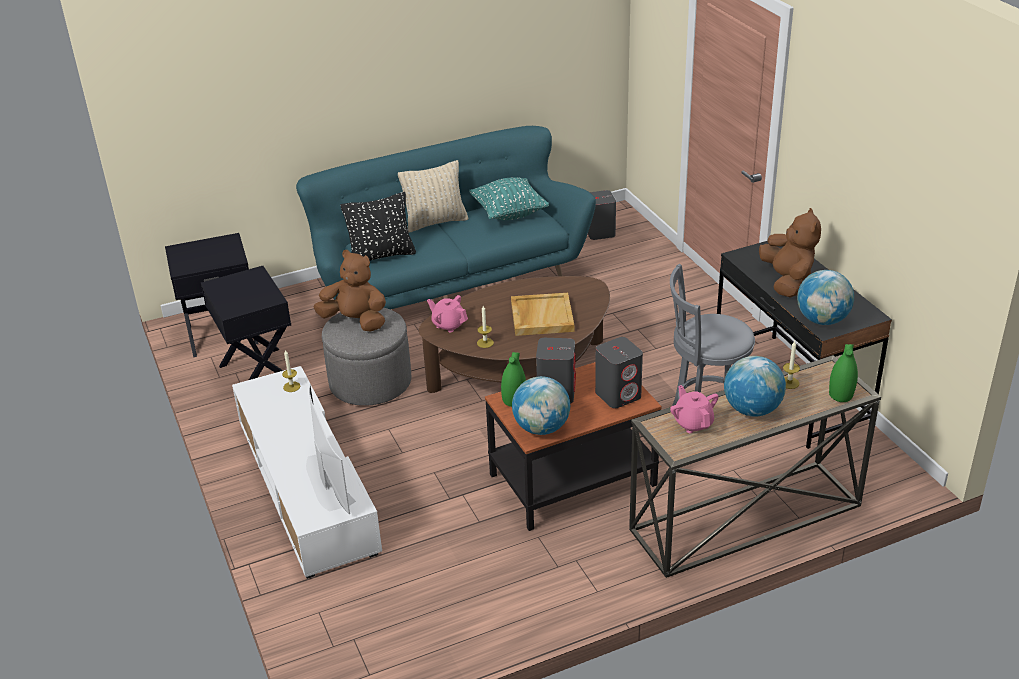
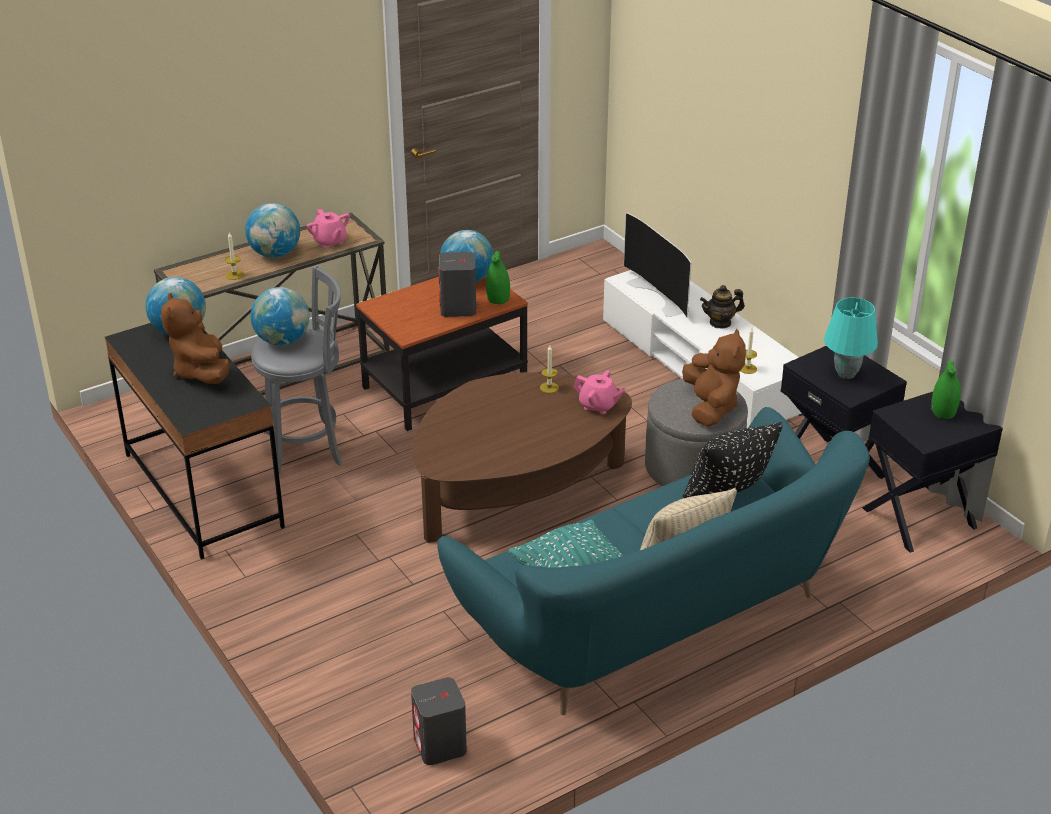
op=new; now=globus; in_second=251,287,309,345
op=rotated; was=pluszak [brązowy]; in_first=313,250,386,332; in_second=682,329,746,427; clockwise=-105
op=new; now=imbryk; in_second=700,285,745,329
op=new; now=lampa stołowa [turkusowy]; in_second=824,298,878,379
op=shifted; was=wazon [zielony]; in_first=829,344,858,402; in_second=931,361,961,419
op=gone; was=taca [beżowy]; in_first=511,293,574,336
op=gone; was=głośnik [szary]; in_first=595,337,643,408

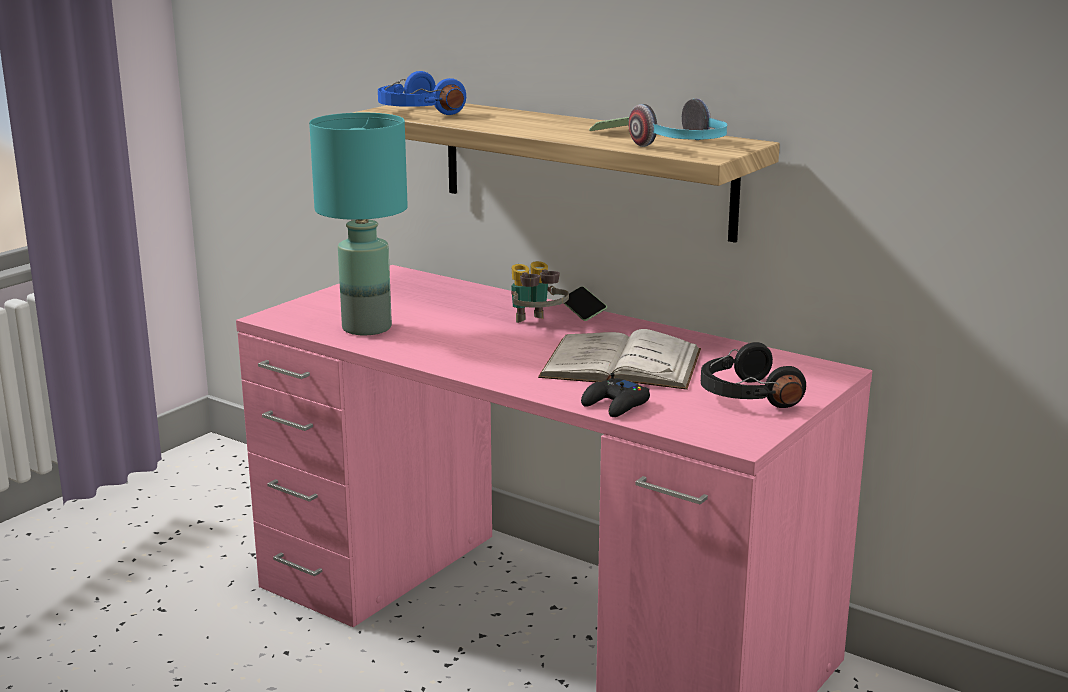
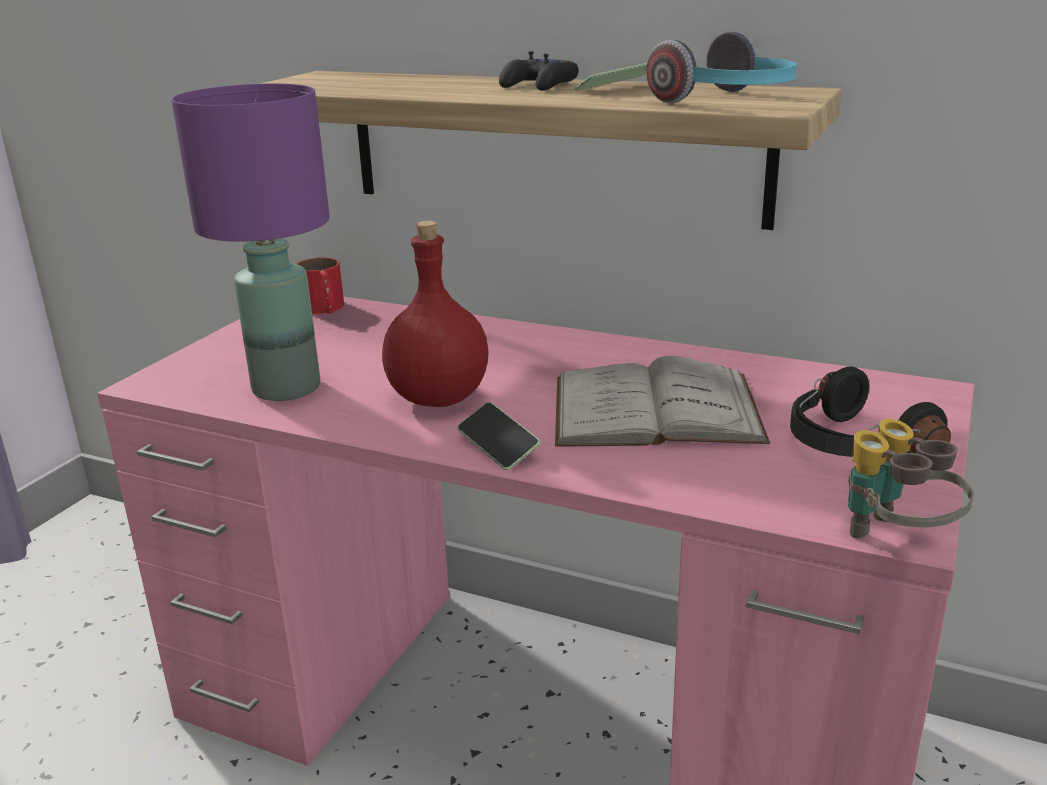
op=repainted; was=lampa stołowa [turkusowy]; now=lampa stołowa [fioletowy]; in_first=309,113,408,335; in_second=171,84,330,401
op=new; now=kubek [czerwony]; in_second=296,257,344,314
op=new; now=butelka [czerwony]; in_second=382,221,489,407
op=shifted; was=telefon; in_first=562,286,607,321; in_second=457,402,540,470
op=shifted; was=pad do gier [czarny]; in_first=581,373,650,417; in_second=499,51,579,91
op=shifted; was=lornetka; in_first=511,261,569,323; in_second=848,419,974,538
op=gone; was=słuchawki [niebieski]; in_first=378,71,466,115

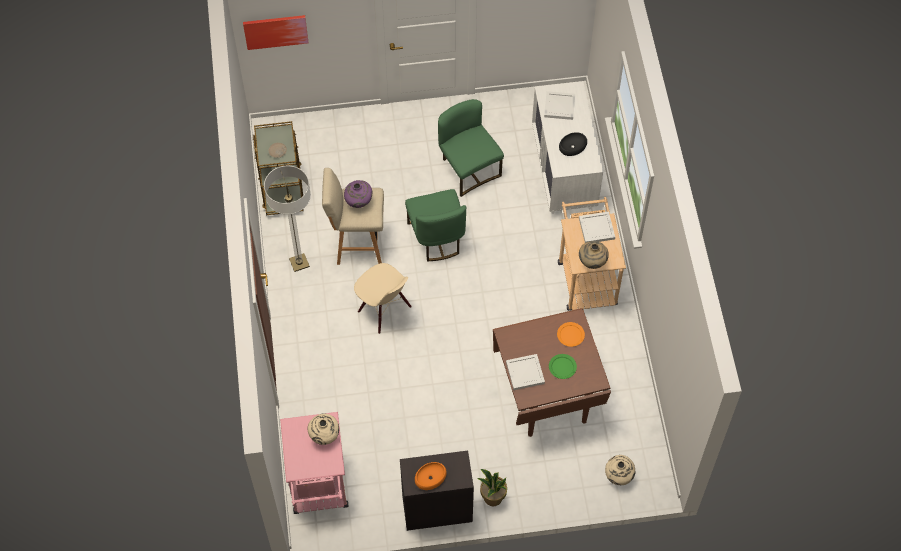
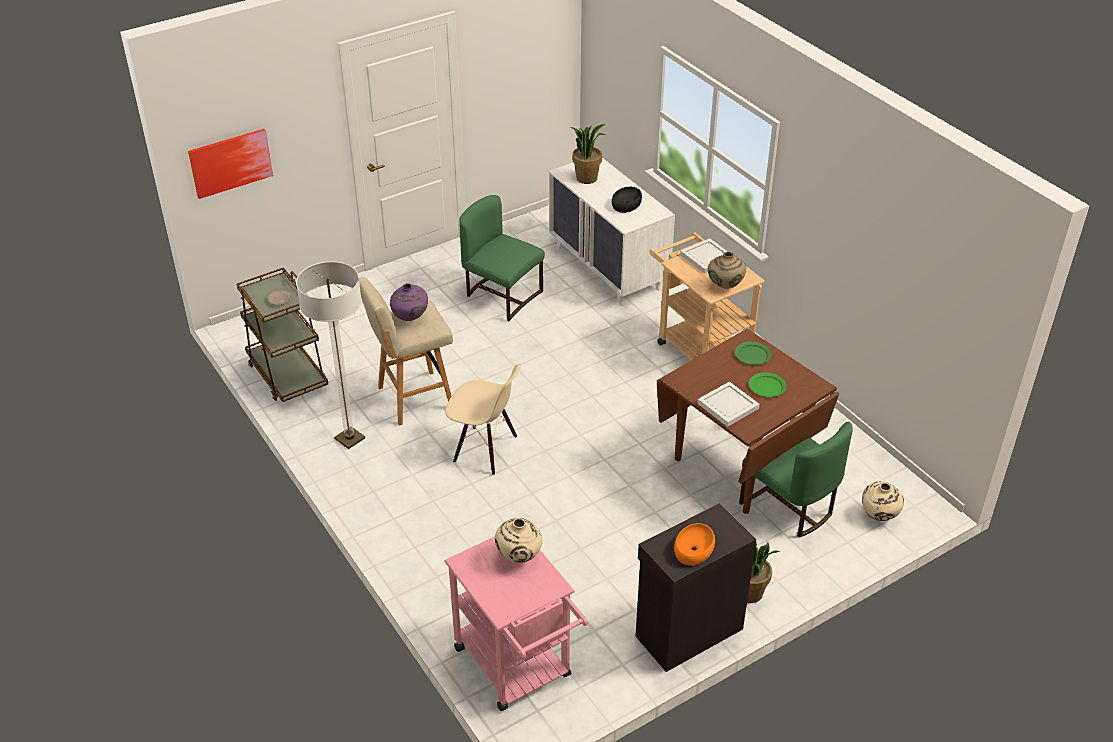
op=swapped; was=taca [biały]; now=roślina doniczkowa; in_first=544,91,575,120; in_second=571,124,605,184
op=repainted; was=talerz [pomarańczowy]; now=talerz [zielony]; in_first=557,322,585,347; in_second=735,341,771,365
op=shifted; was=krzesło [zielony]; in_first=405,189,466,261; in_second=739,422,853,538

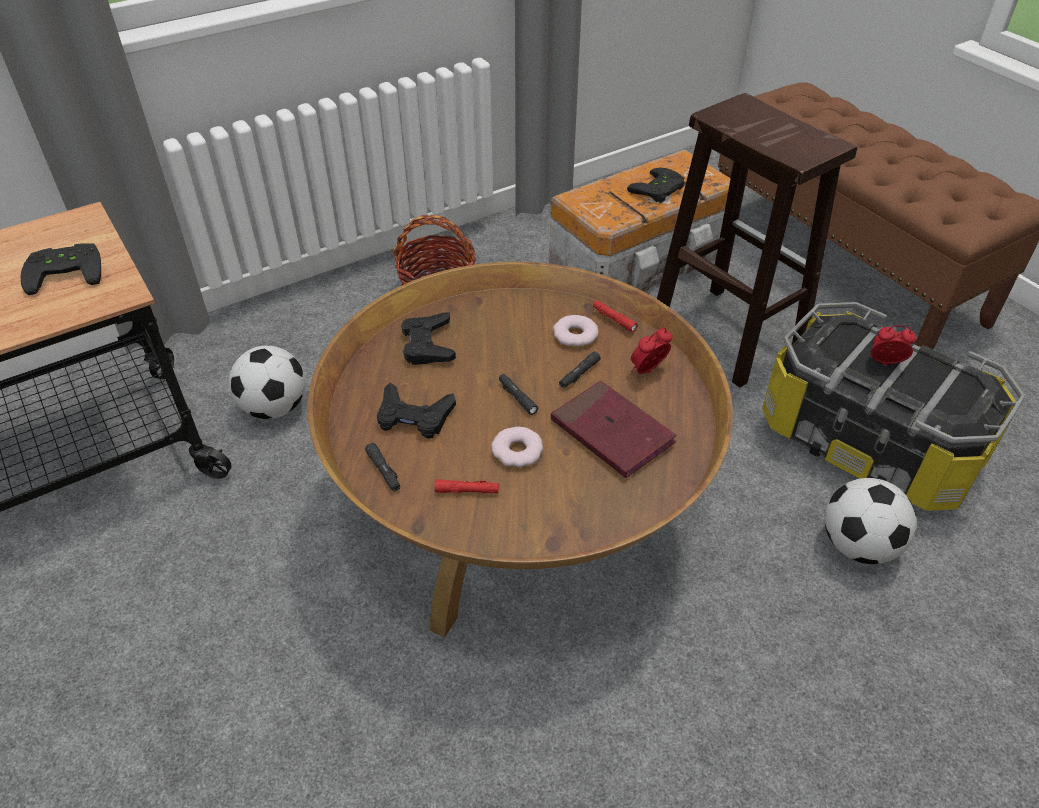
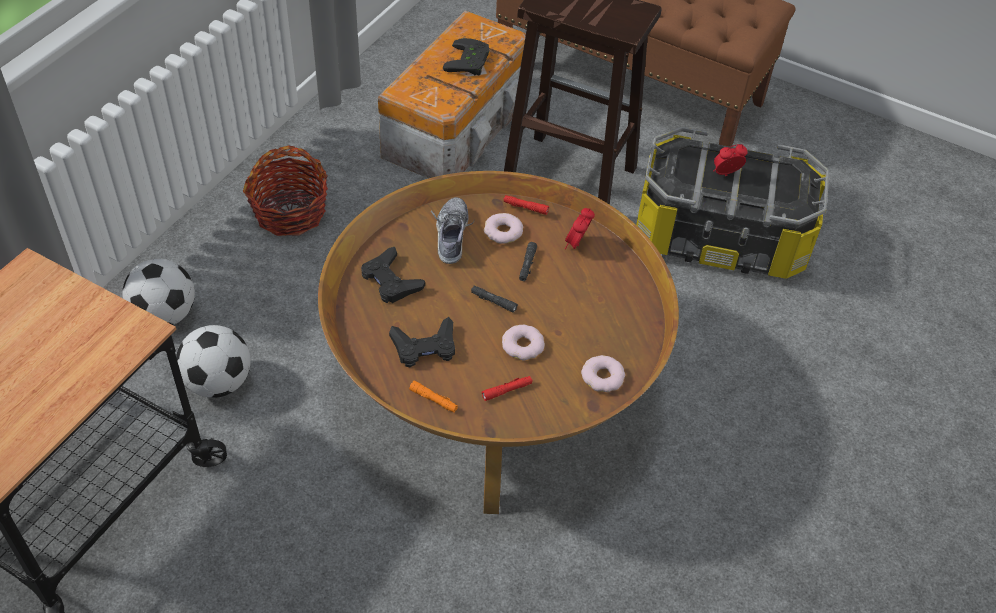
op=shifted; was=piłka futbolowa; in_first=825,478,917,564; in_second=122,259,195,325
op=repainted; was=latarka [czarny]; now=latarka [pomarańczowy]; in_first=365,443,400,492; in_second=409,381,458,413
op=new; now=but; in_second=431,197,474,264
op=new; now=donut; in_second=581,355,625,392
op=gone; was=pad do gier [czarny]; in_first=21,243,101,295
op=gone; was=książka [czerwony]; in_first=551,381,676,478

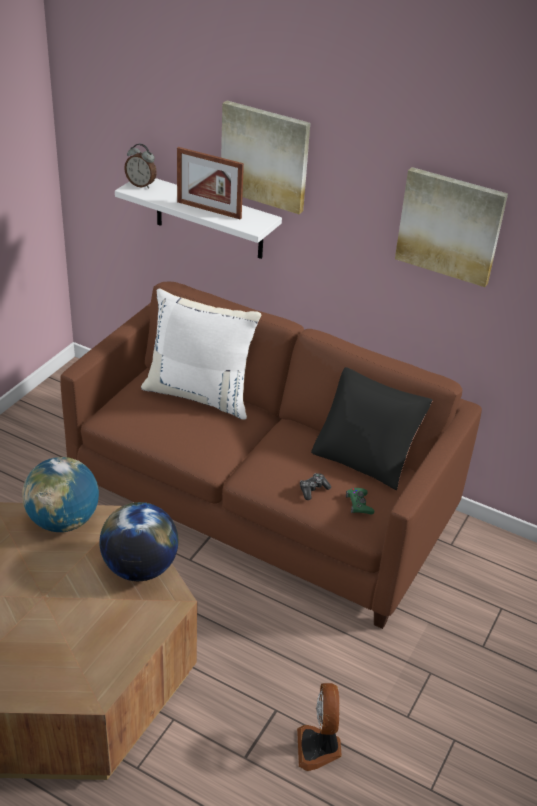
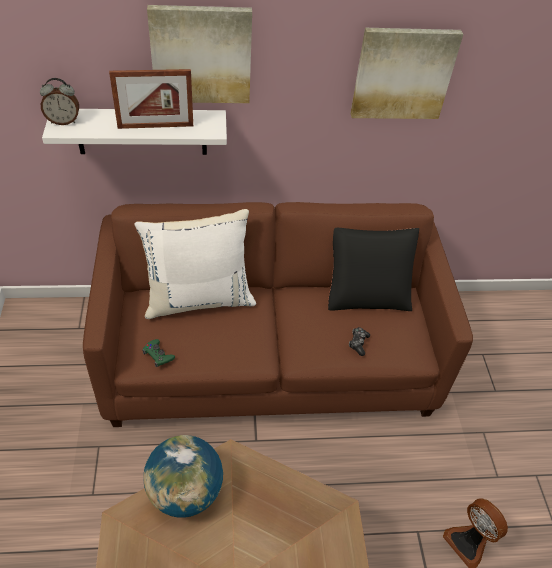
op=shifted; was=pad do gier [zielony]; in_first=346,488,374,514; in_second=142,339,175,367
op=gone; was=globus; in_first=100,502,178,581

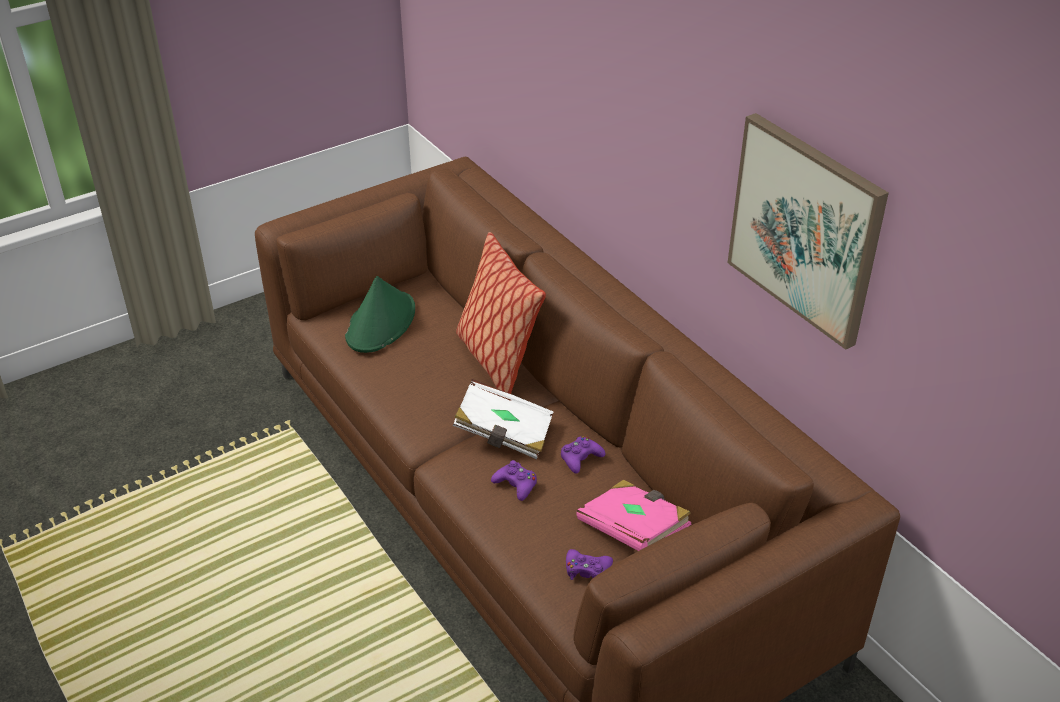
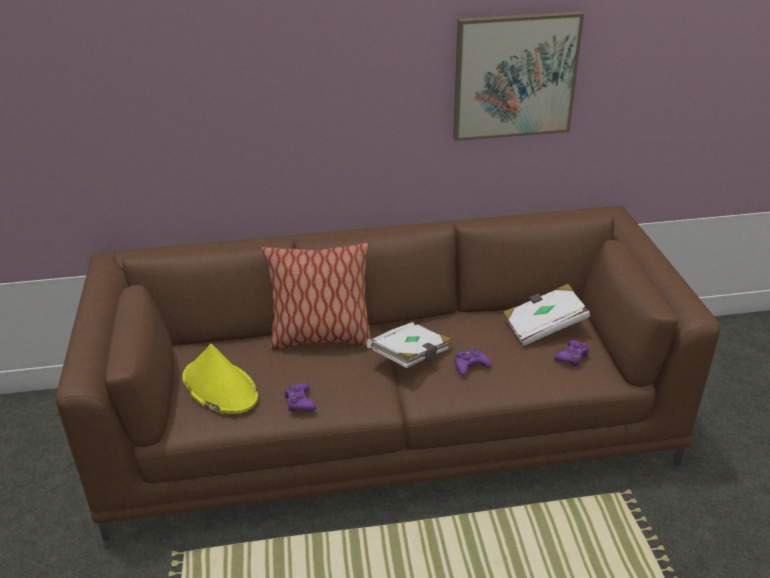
op=repainted; was=kapelusz [zielony]; now=kapelusz [żółty]; in_first=345,276,415,353; in_second=182,344,258,414
op=shifted; was=pad do gier [fioletowy]; in_first=561,436,605,474; in_second=284,383,316,412
op=repainted; was=książka [różowy]; now=książka [biały]; in_first=576,480,692,551; in_second=503,284,590,346

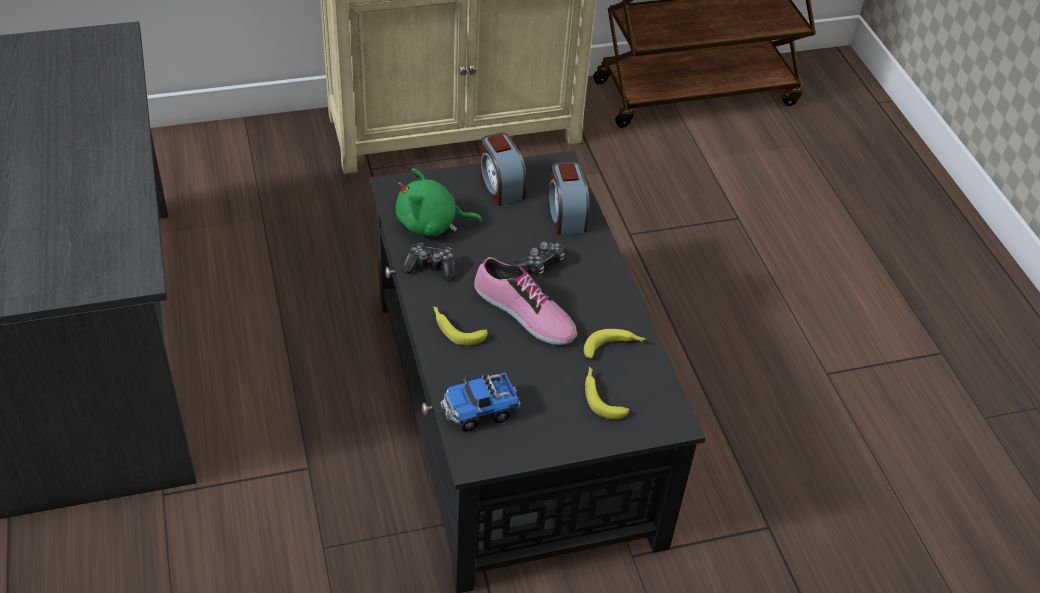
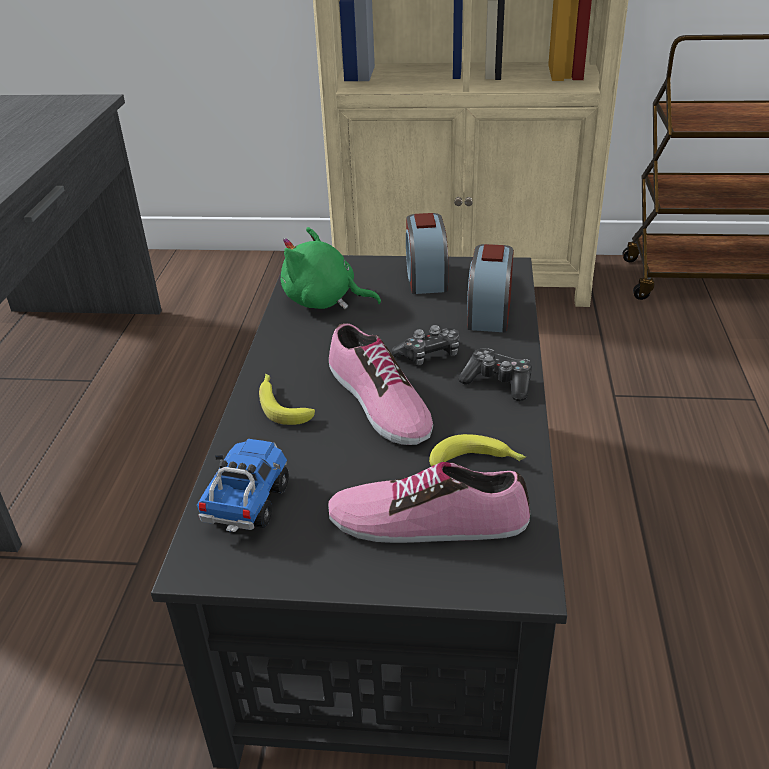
op=rotated; was=ciężarówka zabawkowa; in_first=441,372,520,432; in_second=197,439,289,532; clockwise=105
op=swapped; was=banan; now=but; in_first=585,367,629,419; in_second=328,462,530,543
op=shifted; was=pad do gier; in_first=402,243,455,281; in_second=458,349,532,401

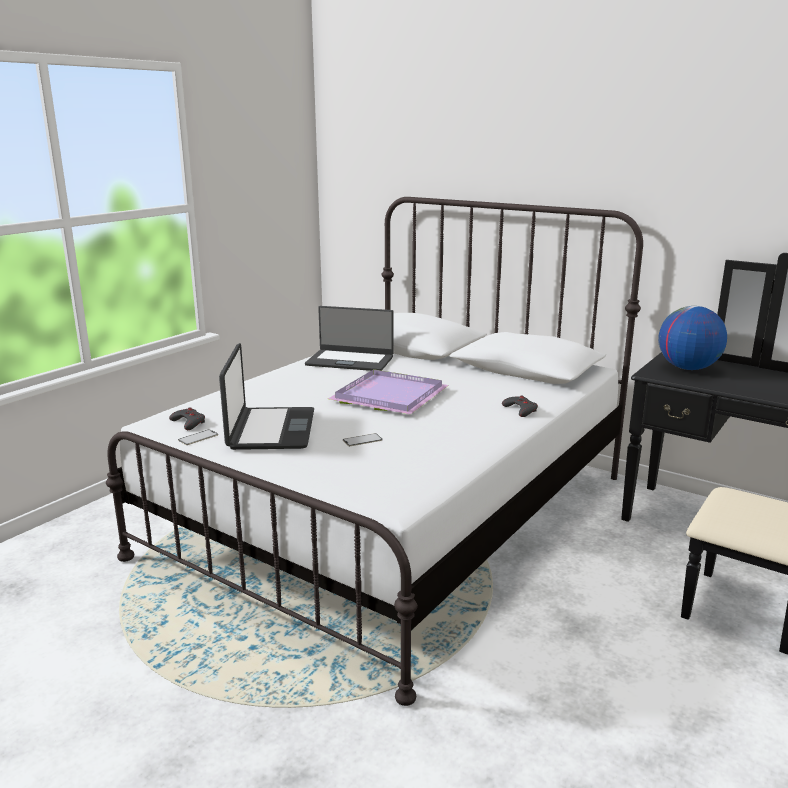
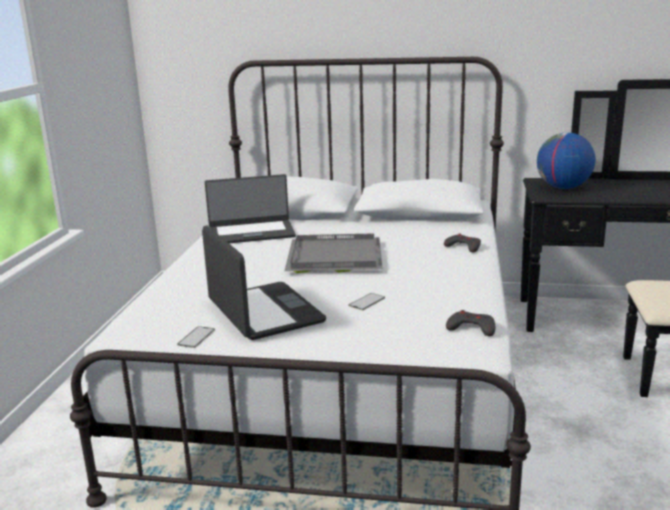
op=repainted; was=taca [fioletowy]; now=taca [szary]; in_first=328,369,449,415; in_second=284,233,383,273
op=shifted; was=pad do gier [szary]; in_first=169,407,205,430; in_second=446,310,495,336

